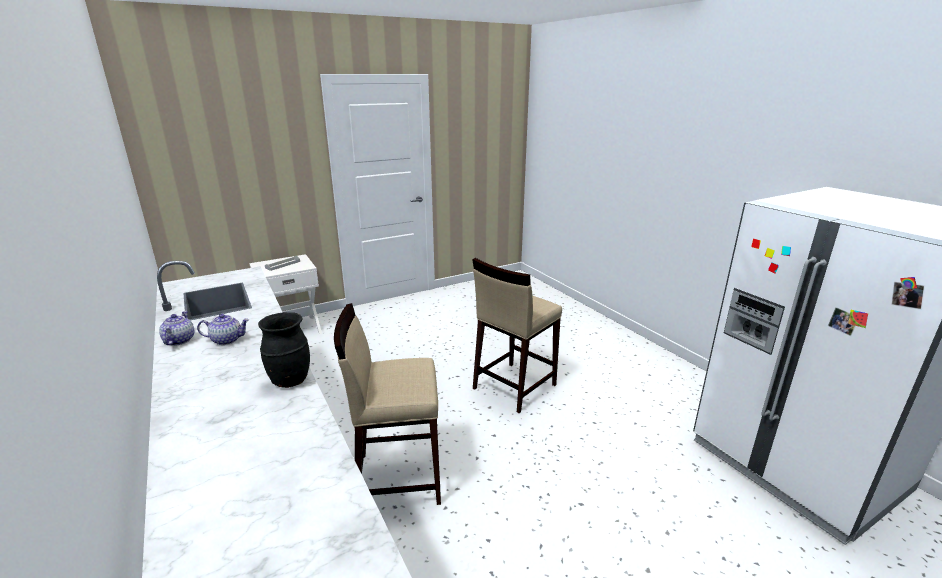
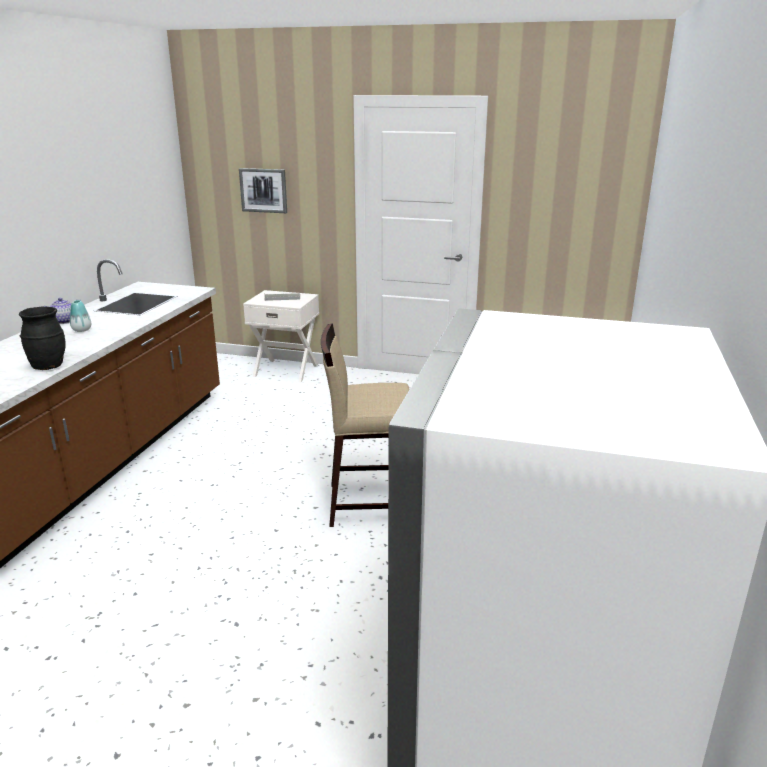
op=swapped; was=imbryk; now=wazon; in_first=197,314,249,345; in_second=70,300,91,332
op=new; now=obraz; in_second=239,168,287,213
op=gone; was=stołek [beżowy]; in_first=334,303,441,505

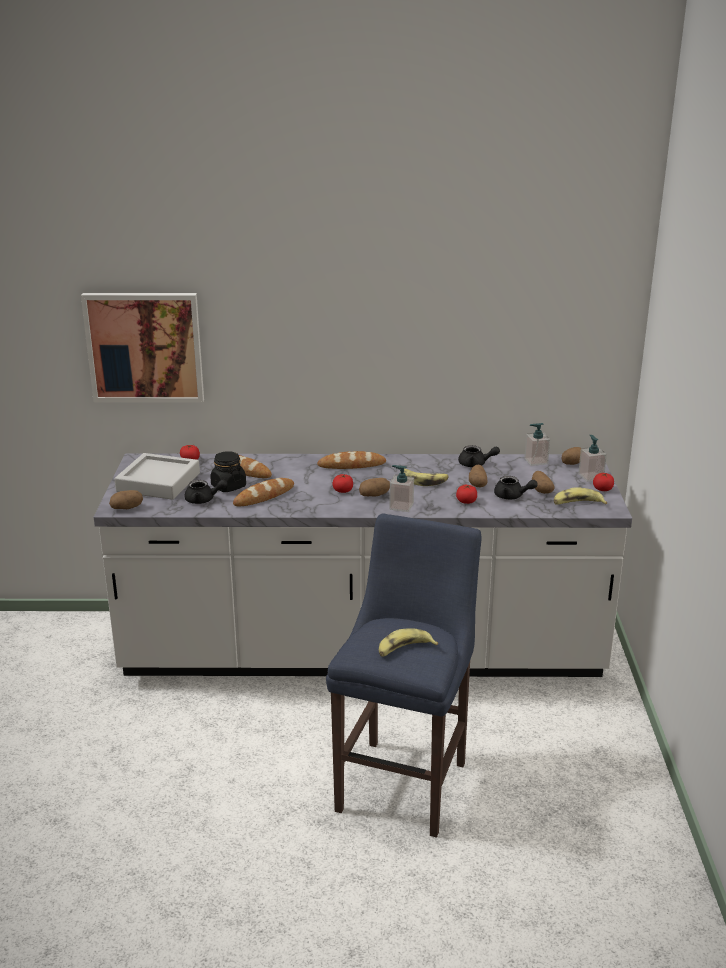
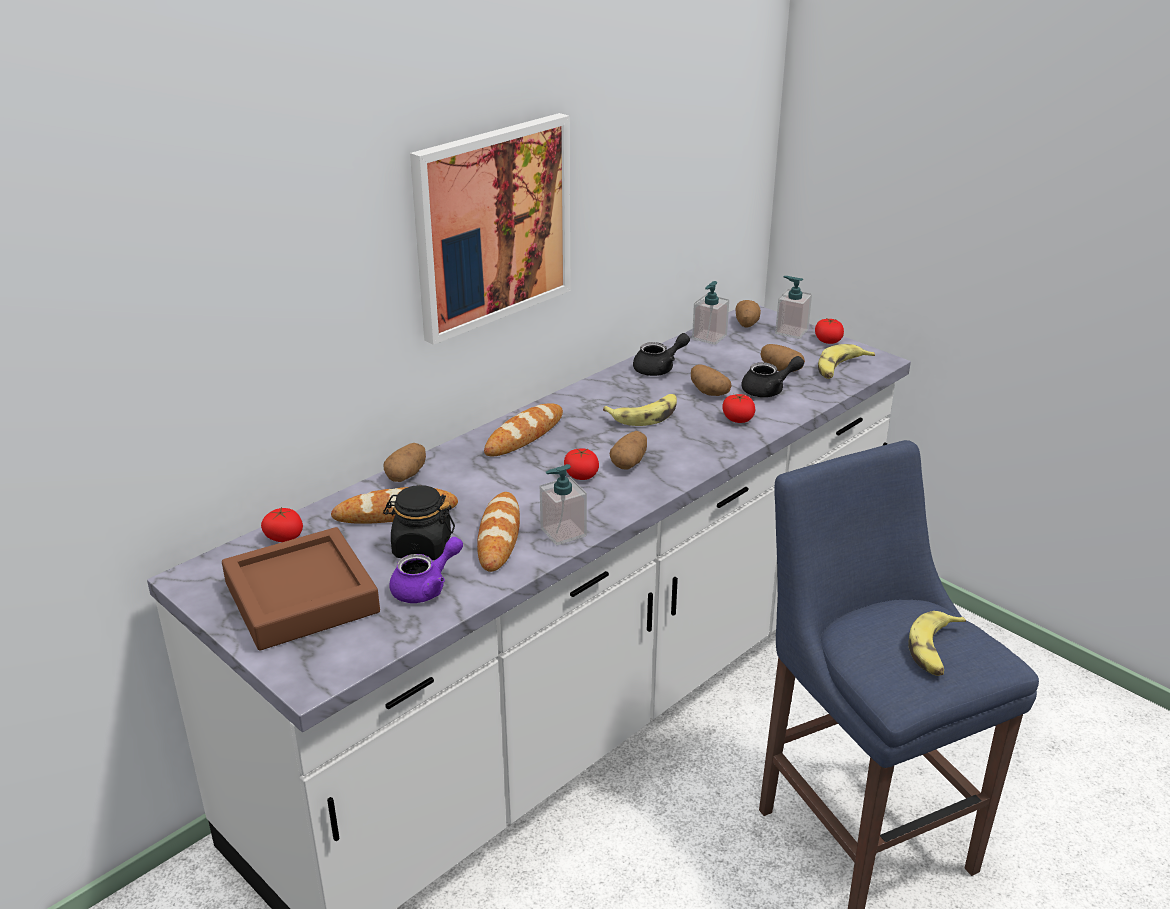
op=repainted; was=taca [szary]; now=taca [brązowy]; in_first=115,453,200,500; in_second=222,527,380,651
op=shifted; was=ziemniak; in_first=109,490,143,509; in_second=383,443,426,482
op=repainted; was=imbryk [czarny]; now=imbryk [fioletowy]; in_first=185,479,227,504; in_second=389,537,463,603
op=shifted; was=obraz; in_first=81,293,204,403; in_second=410,113,571,345
op=shifted; was=dozownik mydła; in_first=389,465,414,512; in_second=540,464,587,546

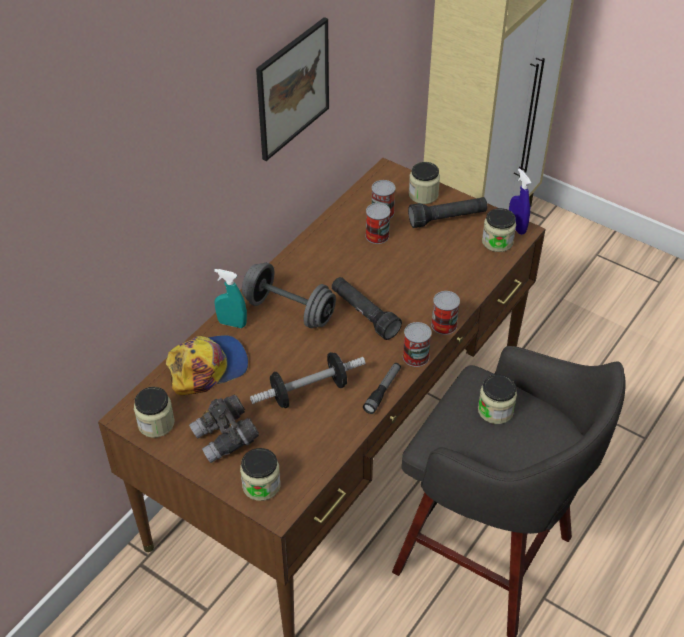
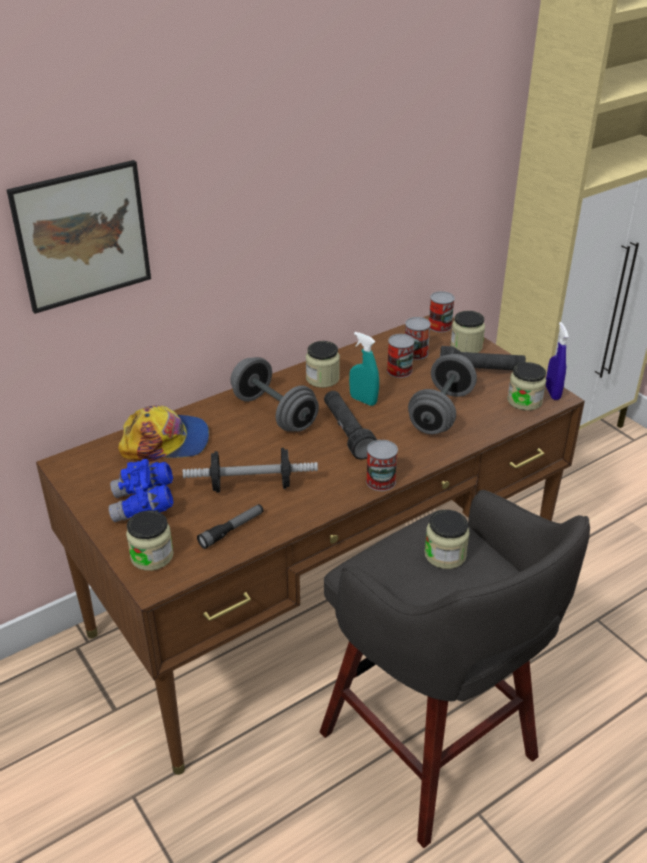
op=shifted; was=obraz; in_first=256,17,329,161; in_second=7,160,151,314
op=repainted; was=lornetka [szary]; now=lornetka [niebieski]; in_first=189,395,259,463; in_second=109,459,173,522
op=shifted; was=latarka; in_first=363,363,401,414; in_second=197,504,264,549
op=shifted; was=słoik; in_first=134,387,174,438; in_second=306,341,340,388
op=shifted; was=spryskiwacz [turkusowy]; in_first=214,269,247,328; in_second=349,332,379,406
op=new; now=hantel [szary]; in_second=408,354,477,434
op=shifted; was=puszka; in_first=431,291,460,335; in_second=429,291,455,332

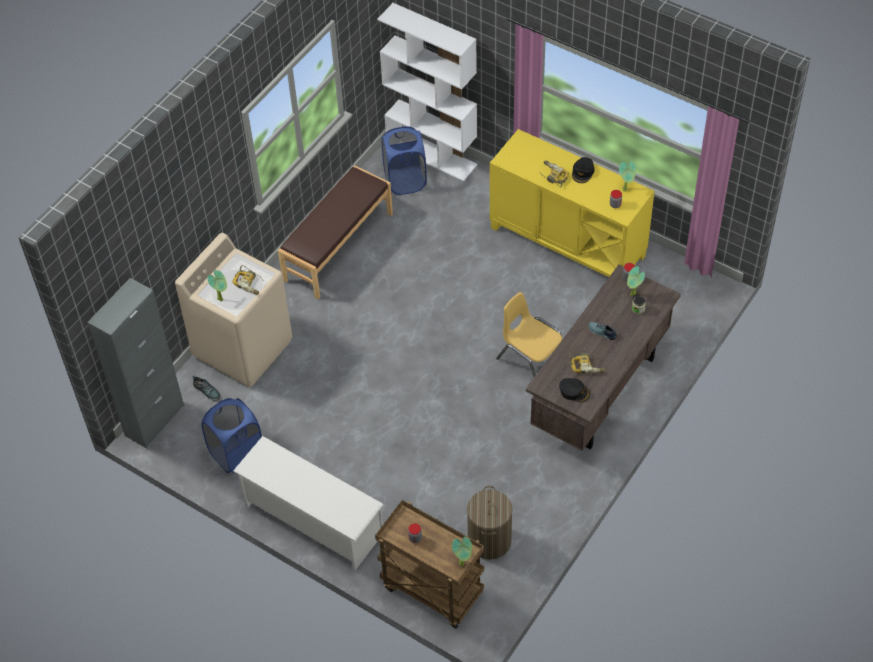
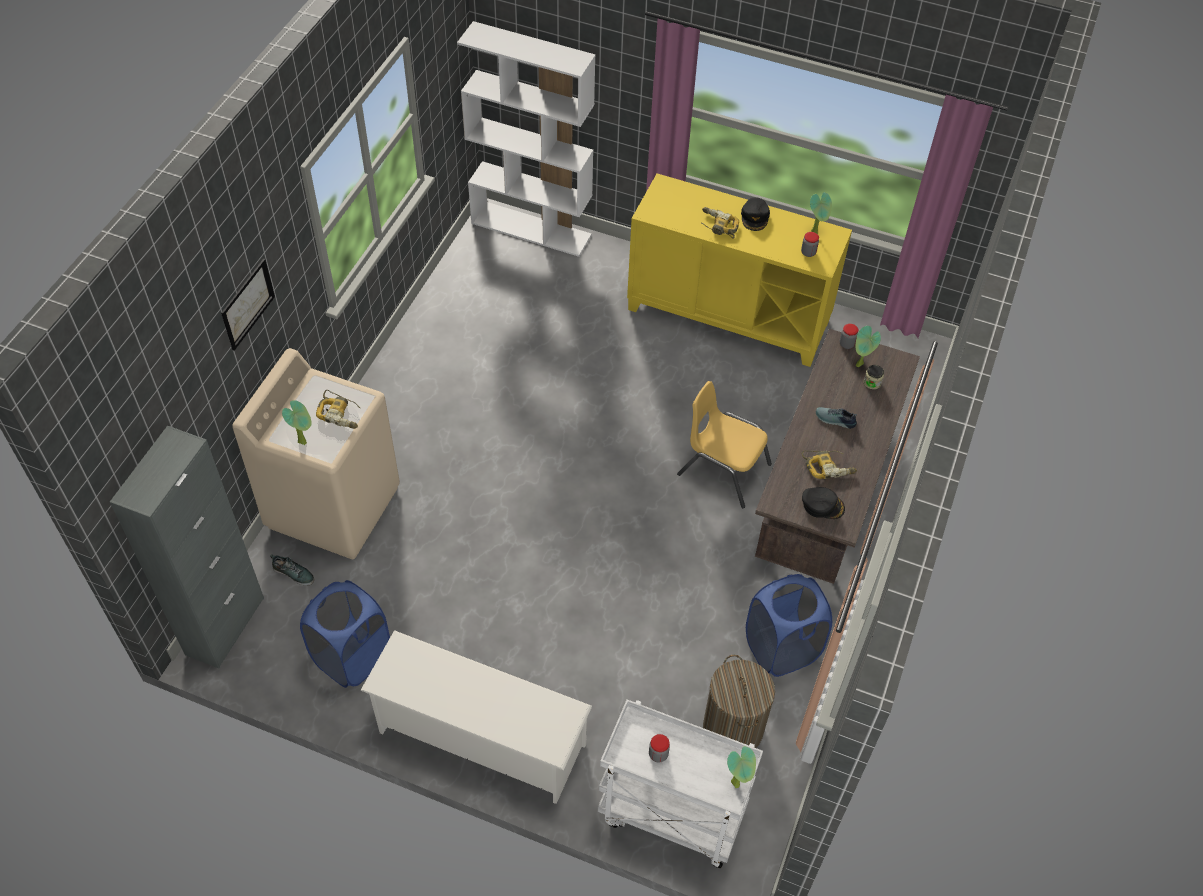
op=new; now=obraz; in_second=221,258,275,351
op=repainted; was=wózek [brązowy]; now=wózek [biały]; in_first=375,500,484,629; in_second=598,699,763,868
op=shifted; was=kosz na pranie [niebieski]; in_first=381,126,427,195; in_second=746,574,832,677
op=gone; was=ławka [brązowy]; in_first=278,165,393,300

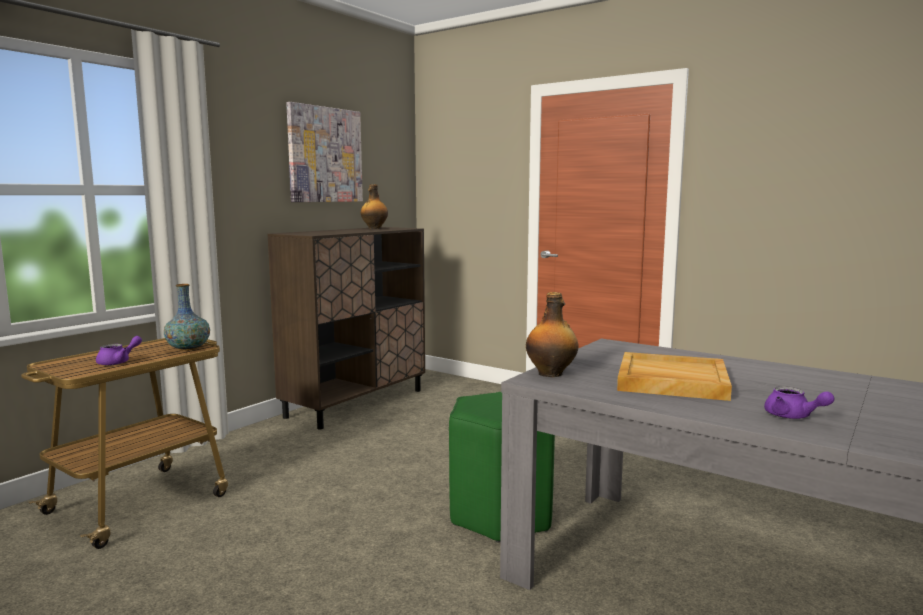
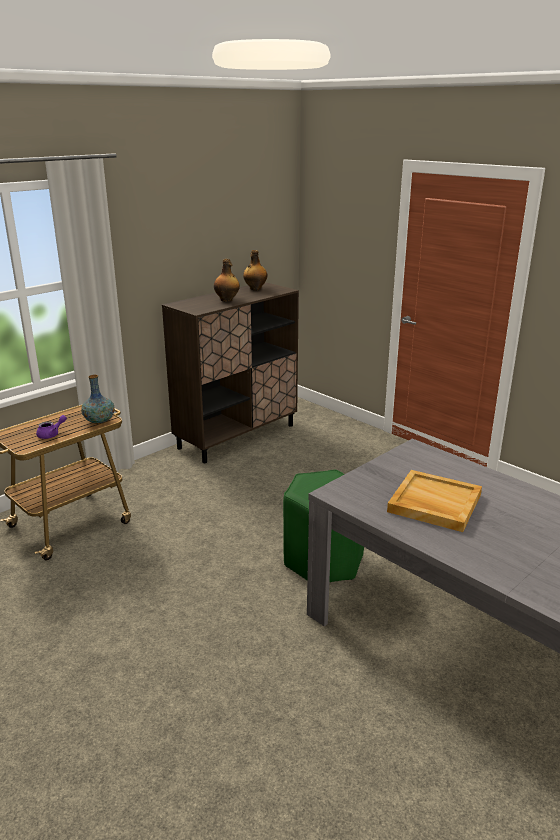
op=shifted; was=butelka; in_first=526,292,578,377; in_second=214,259,240,302
op=gone; was=obraz; in_first=286,102,363,202
op=gone; was=imbryk [fioletowy]; in_first=764,386,835,419

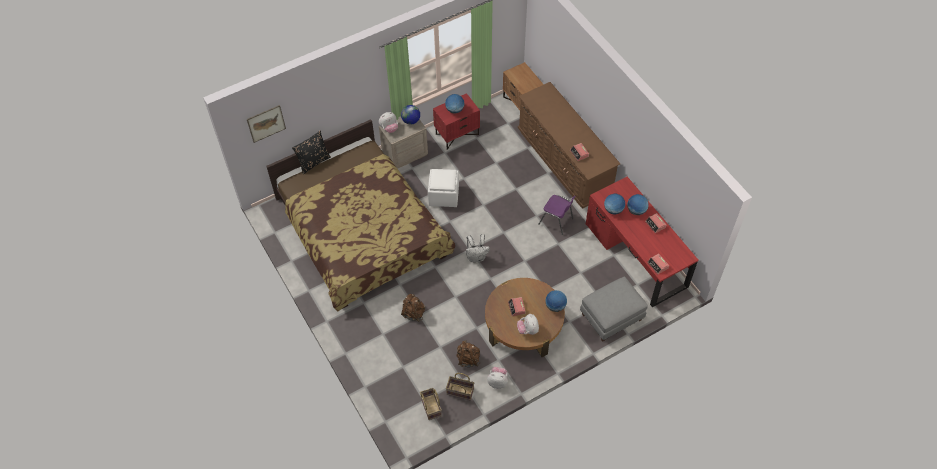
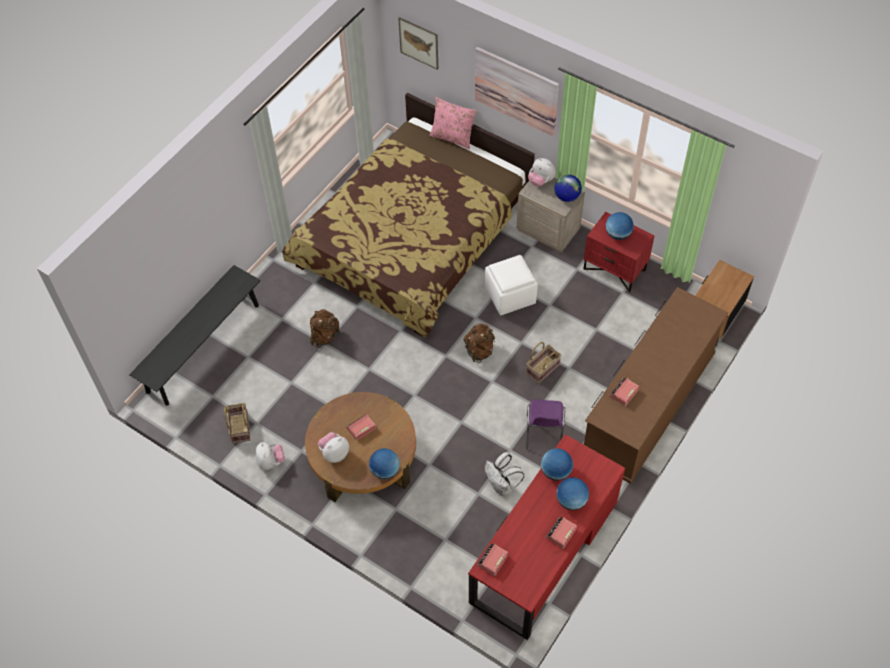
op=new; now=ławka [czarny]; in_second=129,265,261,406
op=repainted; was=poduszka [czarny]; now=poduszka [różowy]; in_first=292,130,331,174; in_second=429,97,477,149
op=shifted; was=plecak [brązowy]; in_first=456,341,480,367; in_second=464,323,495,363
op=new; now=obraz; in_second=475,47,559,136
op=shifted; was=plecak [biały]; in_first=466,234,490,262; in_second=485,452,524,496
op=shifted; was=koszyk; in_first=420,388,442,420; in_second=526,342,561,384
op=gone; was=pufa [szary]; in_first=580,277,648,342

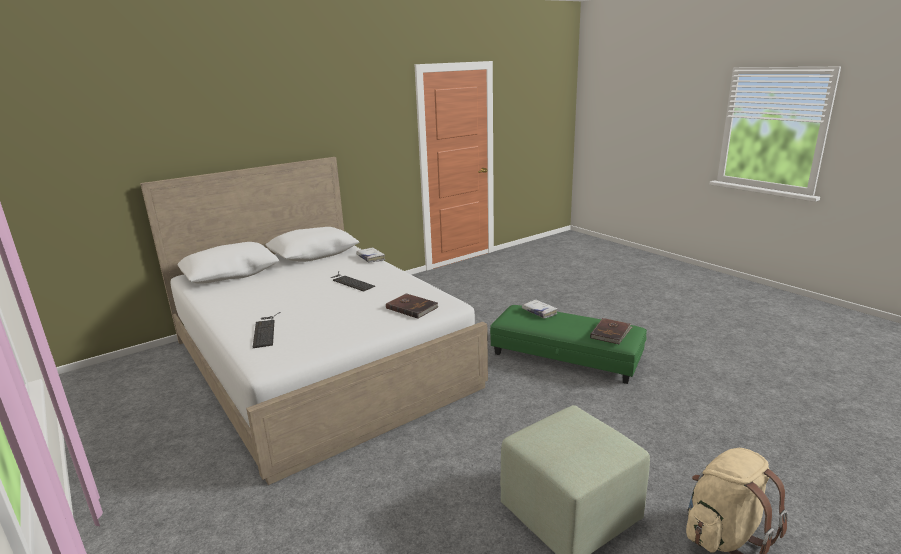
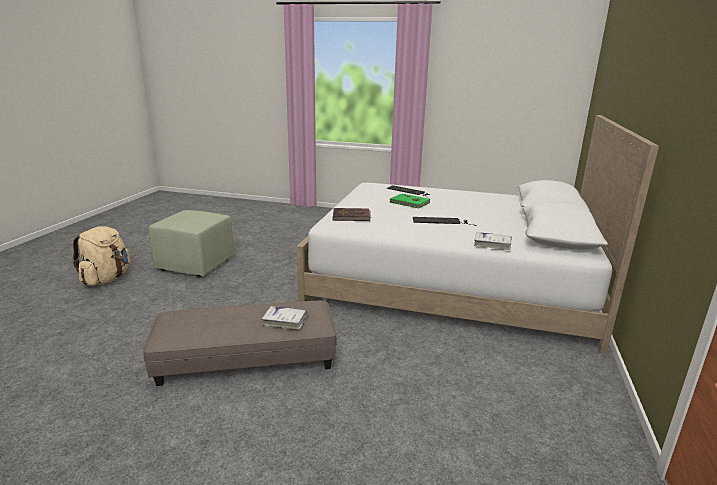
op=repainted; was=pufa [zielony]; now=pufa [szary]; in_first=490,305,647,384; in_second=143,301,337,386
op=new; now=książka [zielony]; in_second=390,193,430,208
op=gone; was=książka [brązowy]; in_first=590,318,632,344

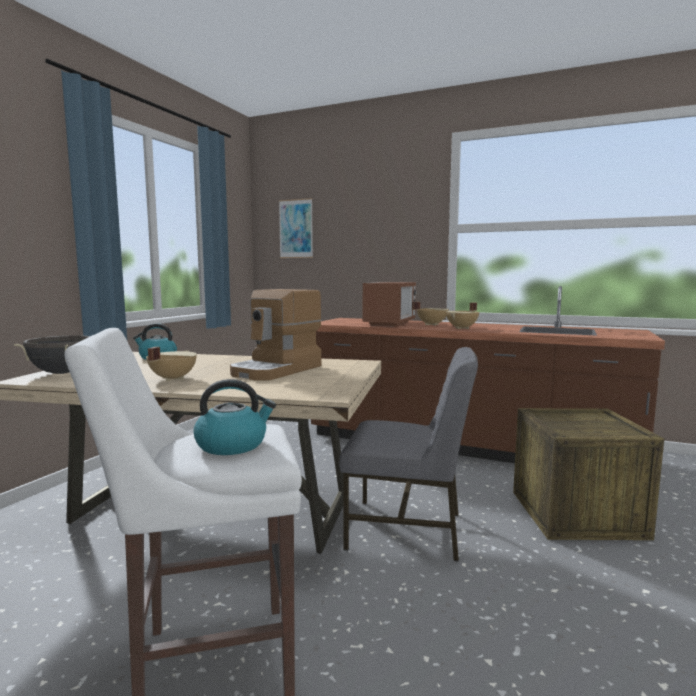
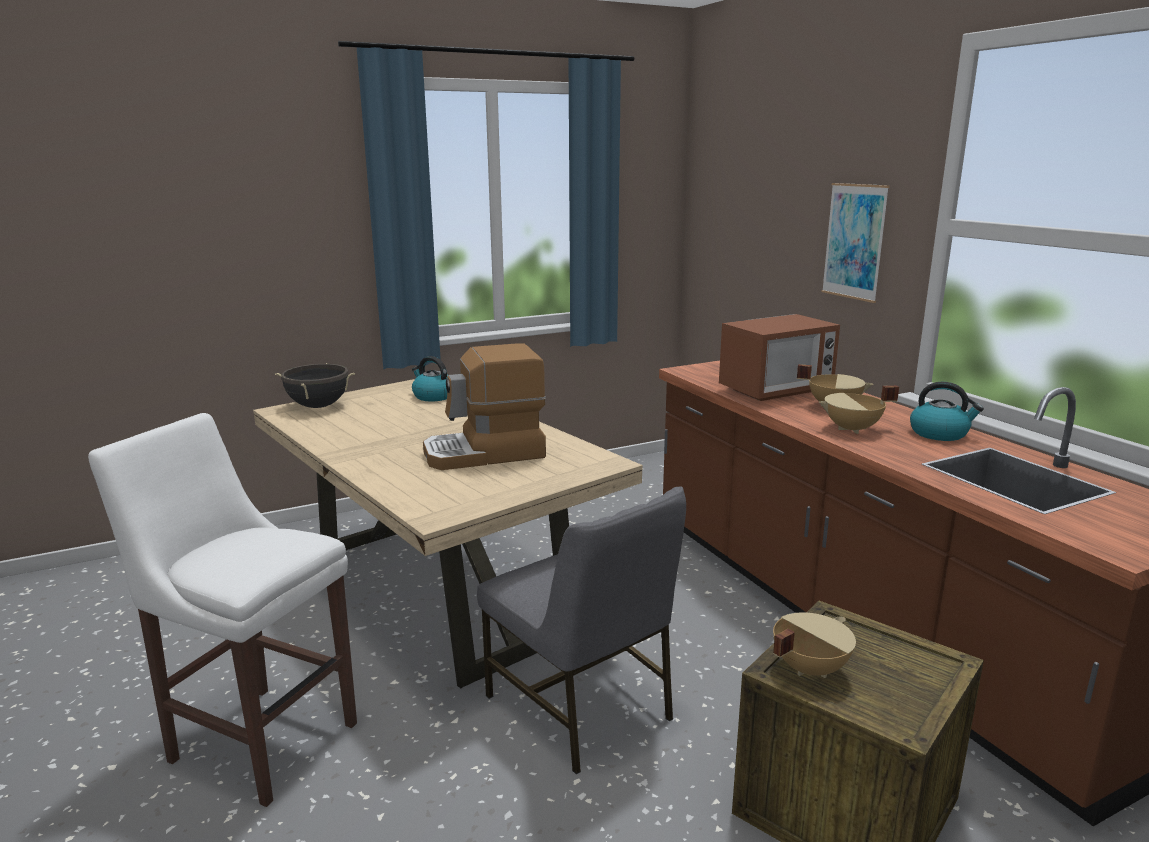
op=shifted; was=garnek [beżowy]; in_first=146,347,197,381; in_second=773,612,856,678
op=shifted; was=obraz; in_first=279,198,313,258; in_second=821,183,890,303
op=shifted; was=czajnik; in_first=194,379,276,455; in_second=910,382,984,441

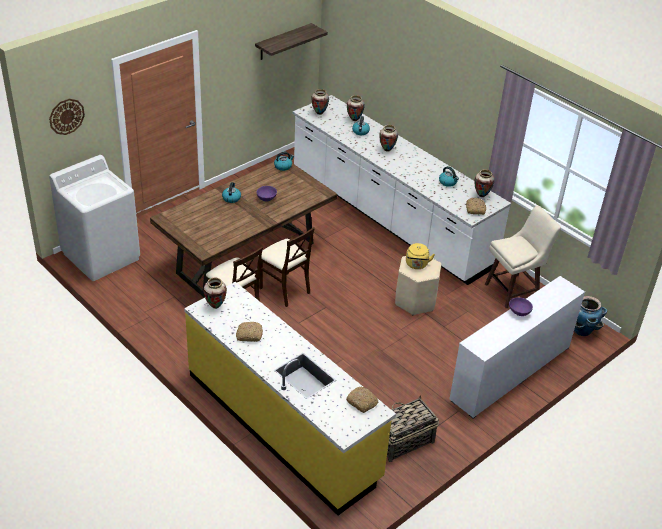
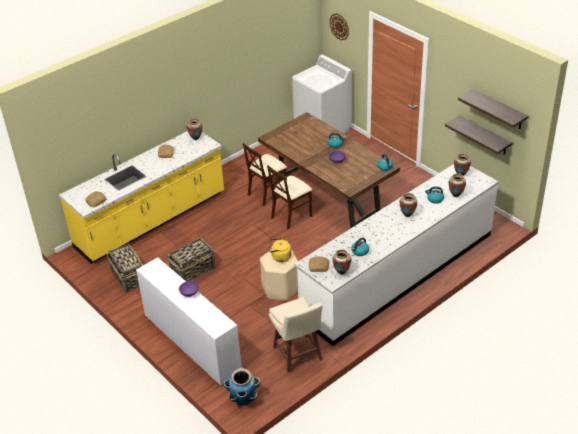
op=new; now=koszyk; in_second=168,238,216,281
op=new; now=półka; in_second=445,115,512,155

